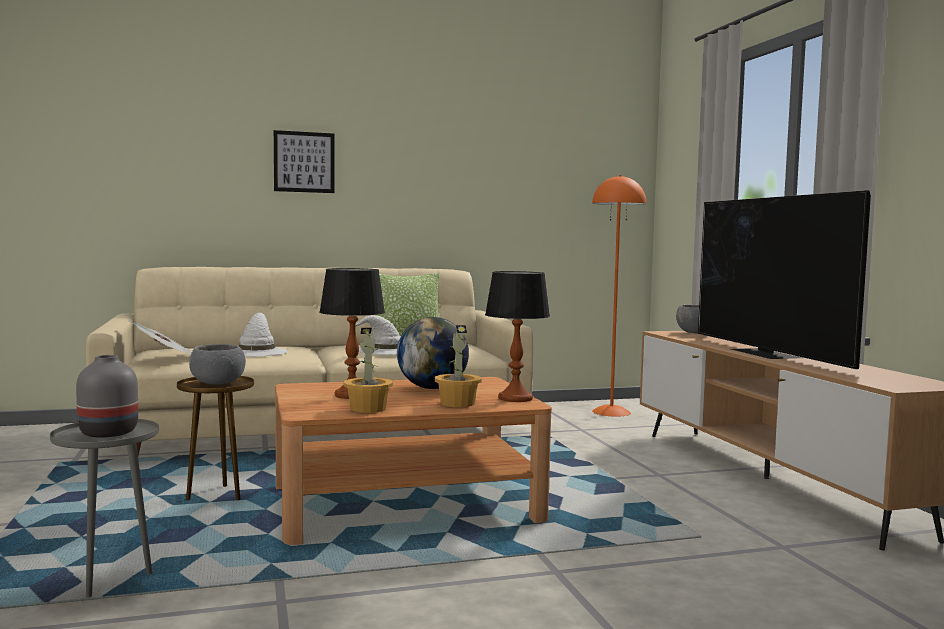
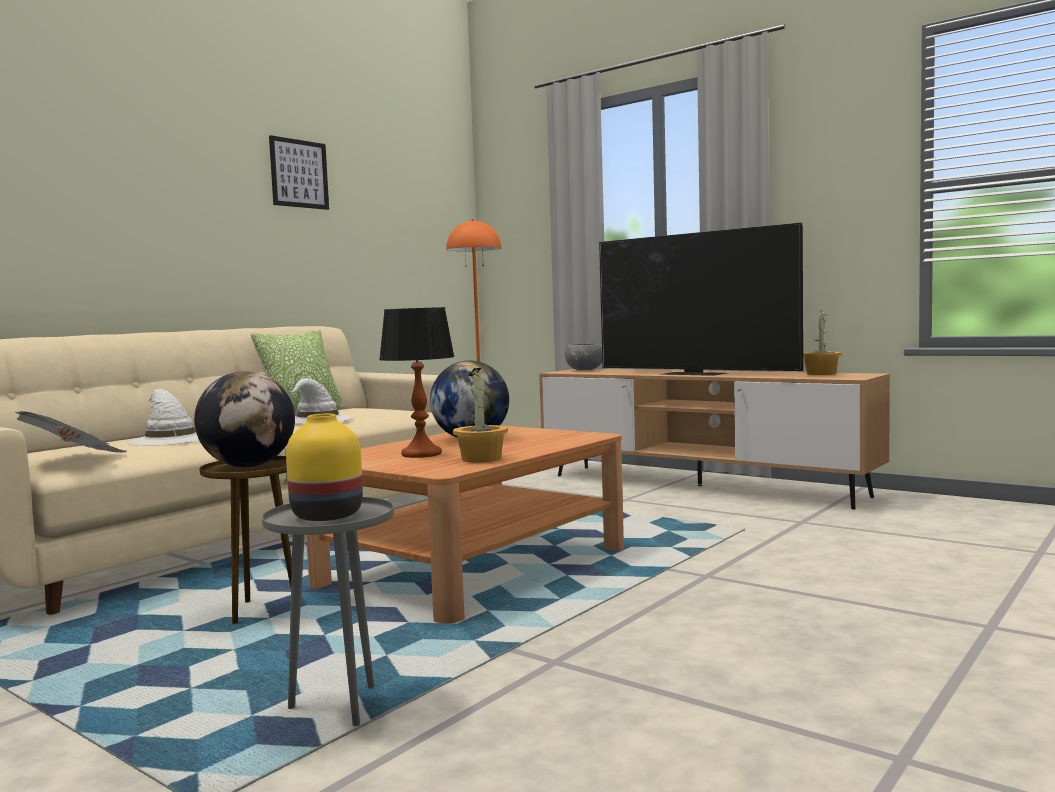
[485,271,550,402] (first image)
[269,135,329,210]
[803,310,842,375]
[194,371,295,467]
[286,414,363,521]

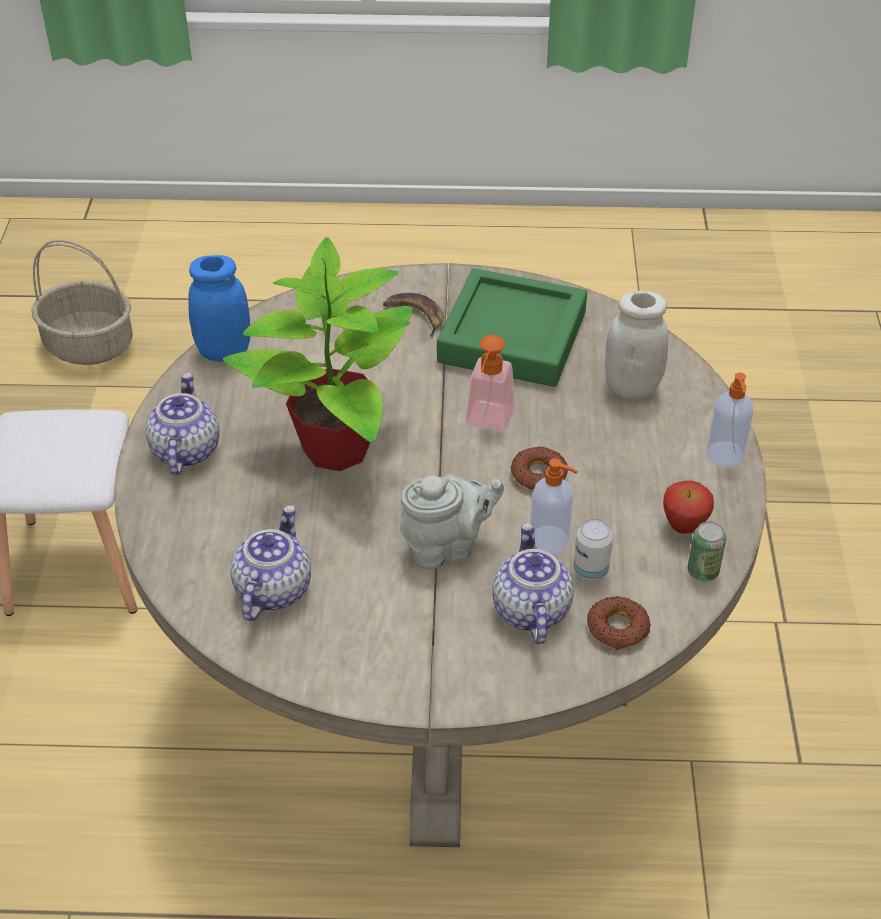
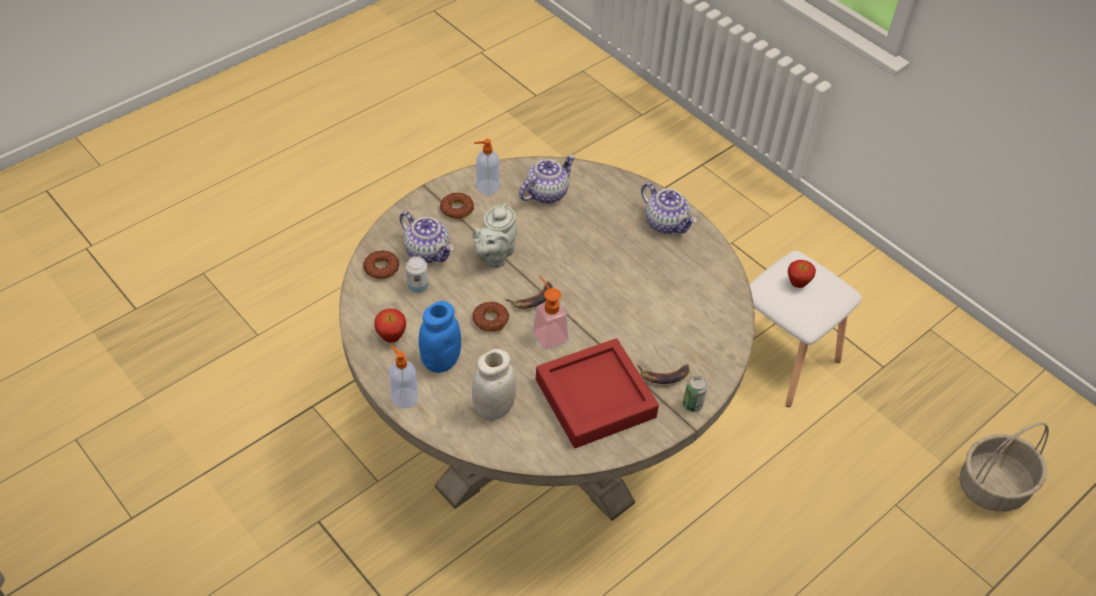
[223,237,413,471] (first image)
[440,192,474,219]
[505,281,553,309]
[788,260,816,288]
[419,301,461,373]
[474,139,499,194]
[683,376,707,412]
[536,339,659,448]
[519,155,576,204]

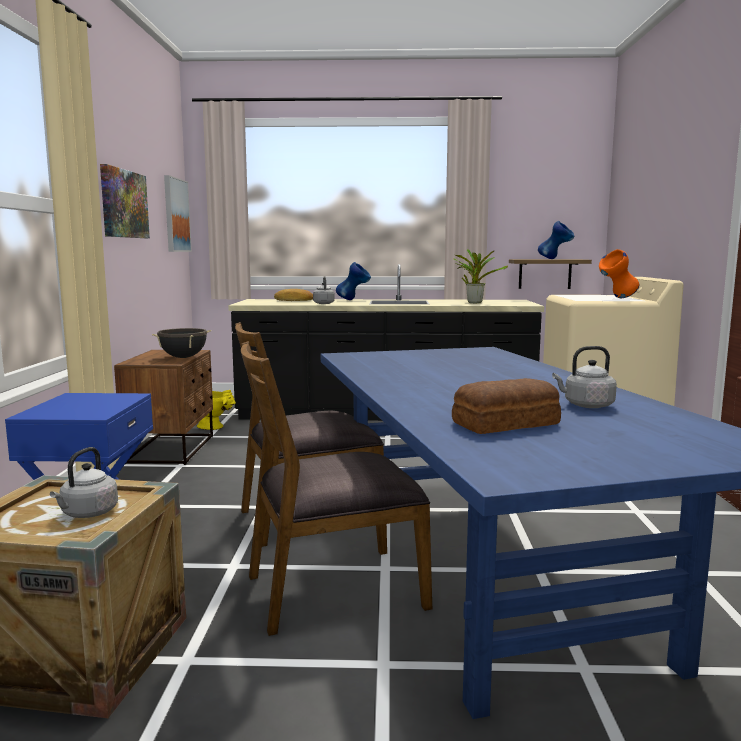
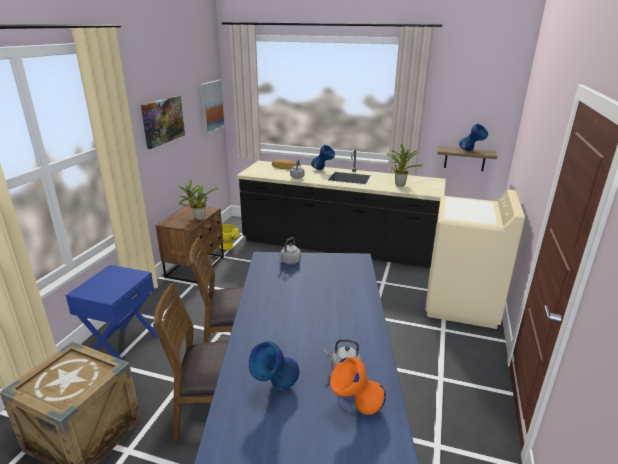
[279,237,301,264]
[330,357,386,415]
[177,180,218,220]
[249,341,299,389]

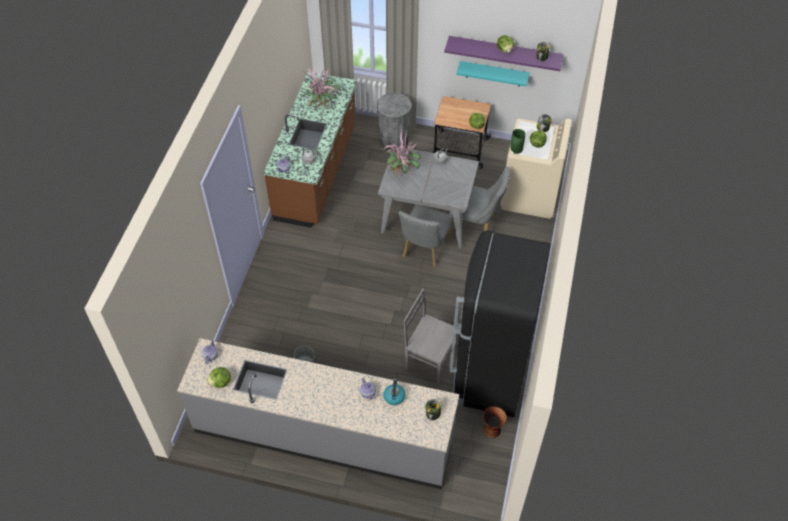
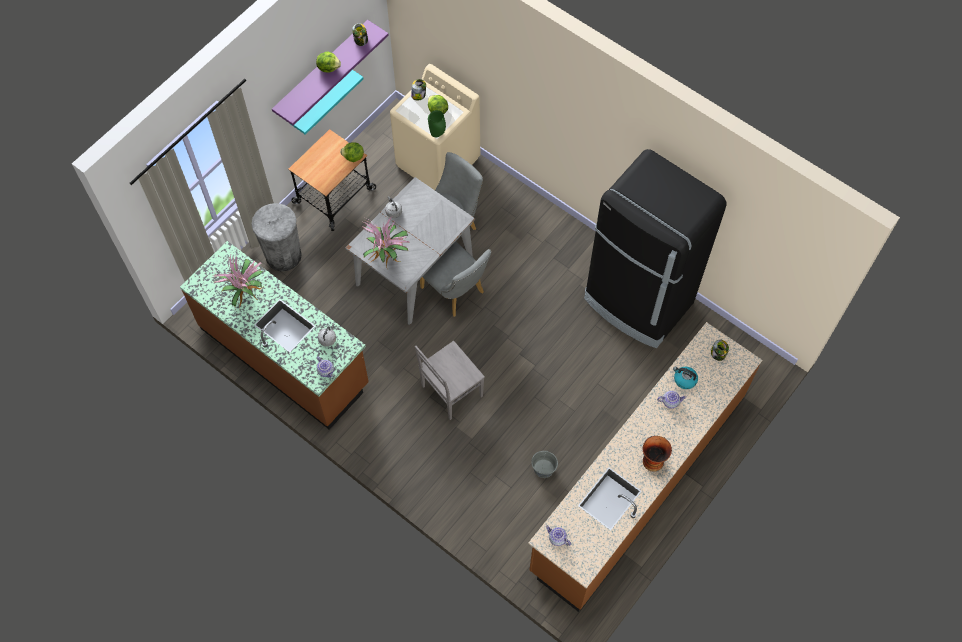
[206,367,231,388] (first image)
[415,341,485,420]
[642,436,672,472]
[528,322,762,612]

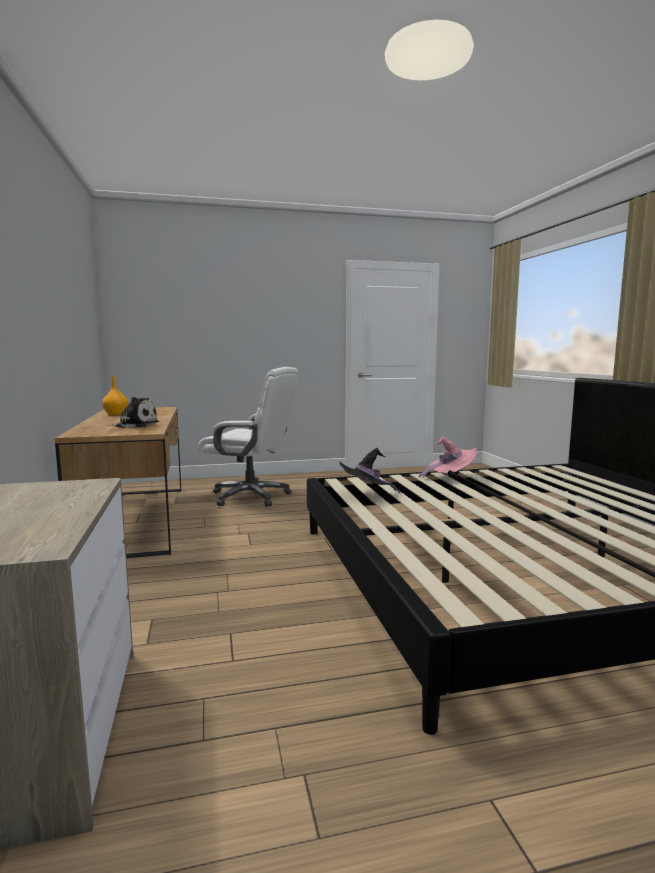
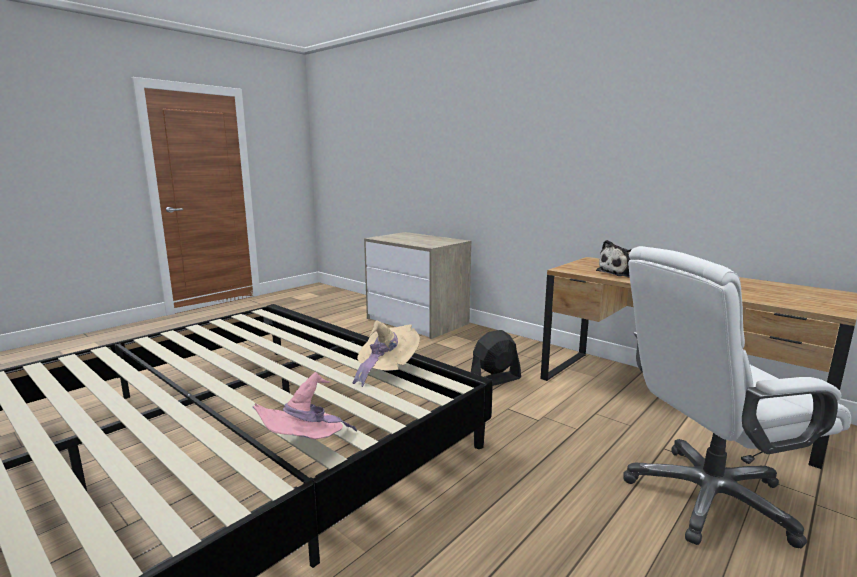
[102,376,128,415] (first image)
[471,330,521,386]
[353,321,420,387]

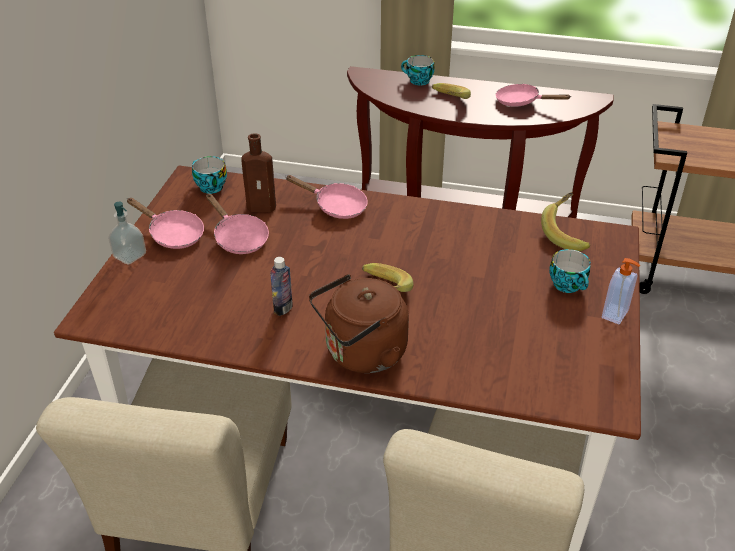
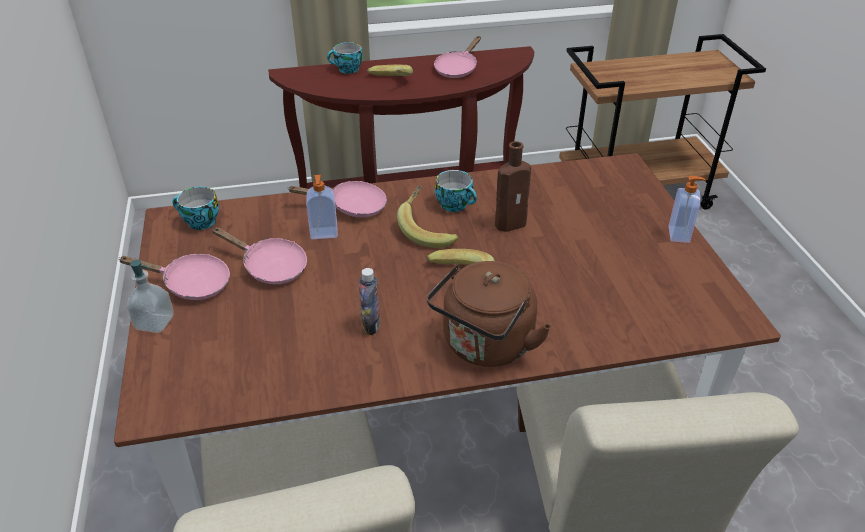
[306,175,338,239]
[495,141,531,232]
[397,185,458,248]
[435,170,477,212]
[434,36,481,78]

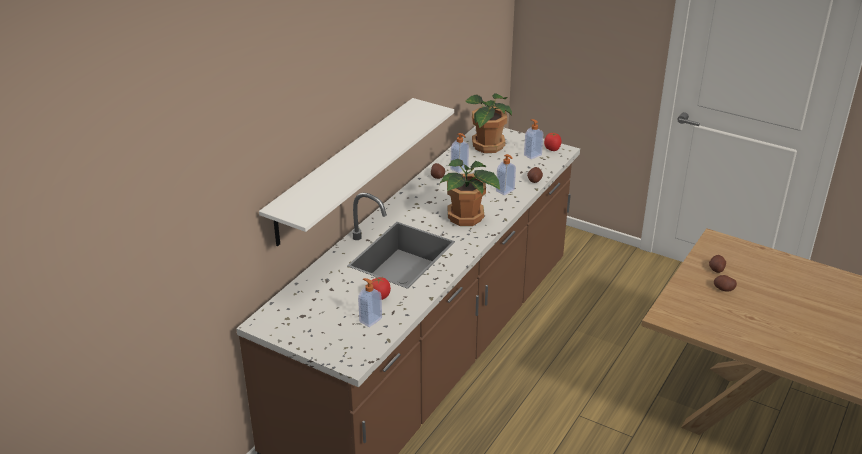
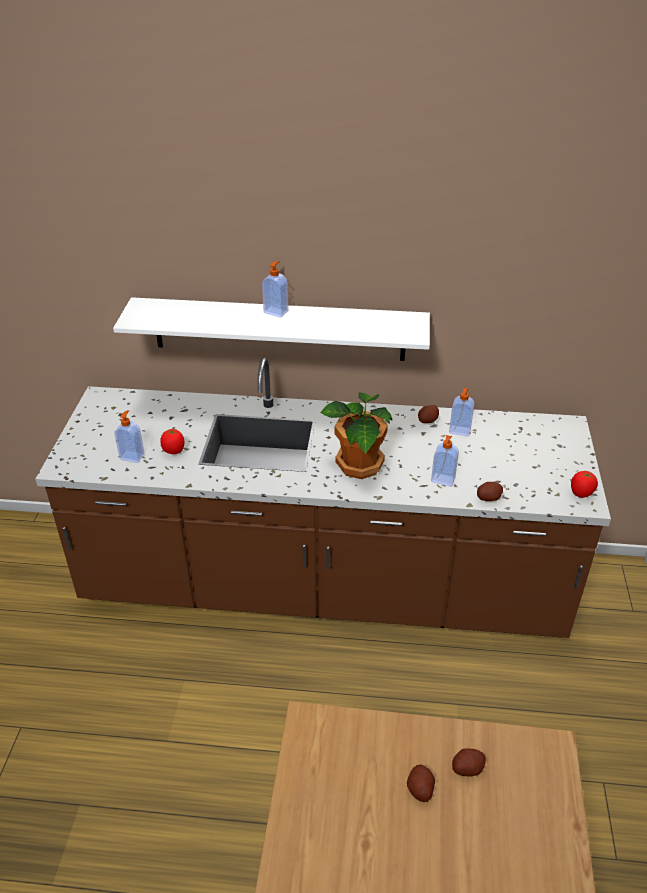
[466,93,512,153] (first image)
[262,261,288,318]

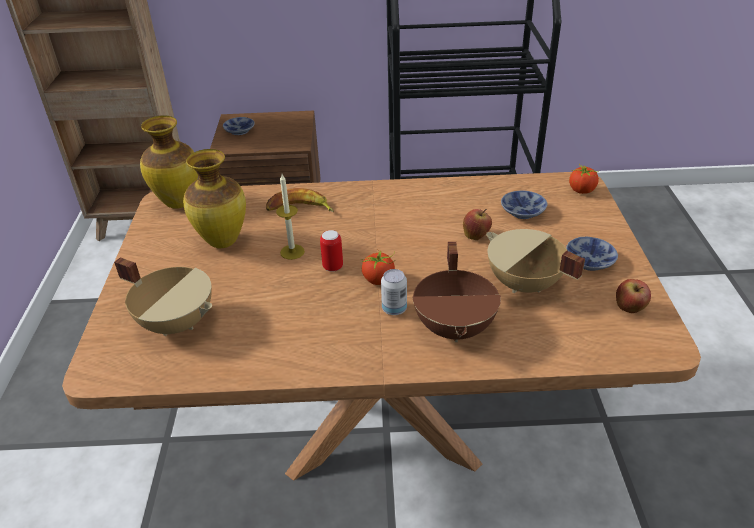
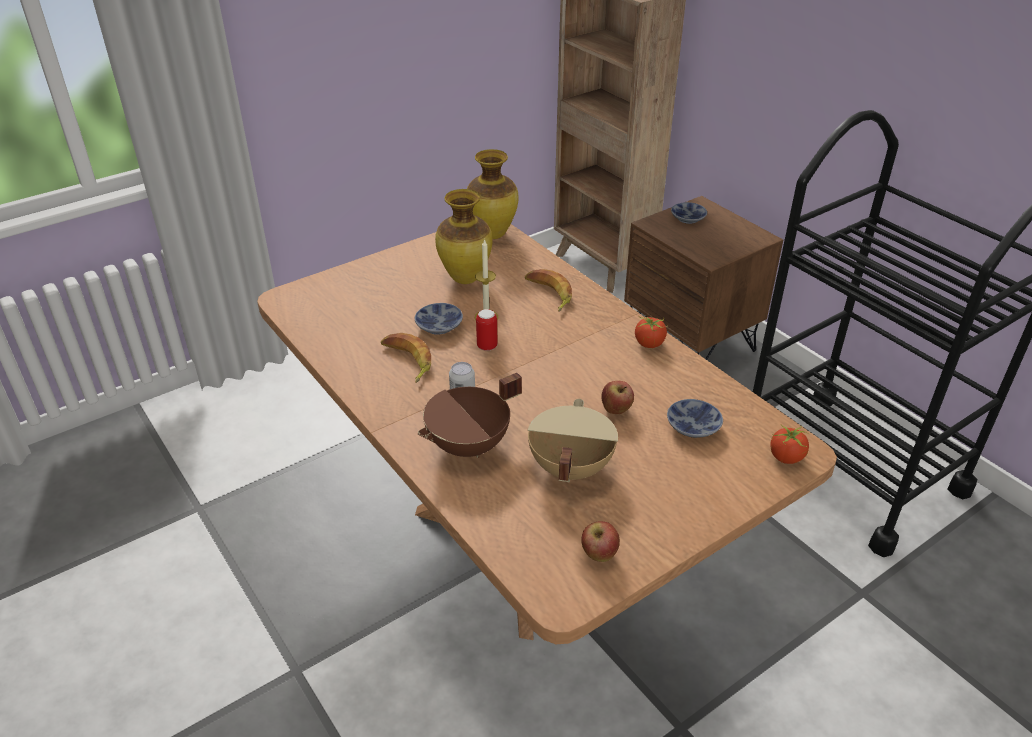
[114,257,212,336] (first image)
[381,333,431,383]
[635,316,667,348]
[415,303,463,335]

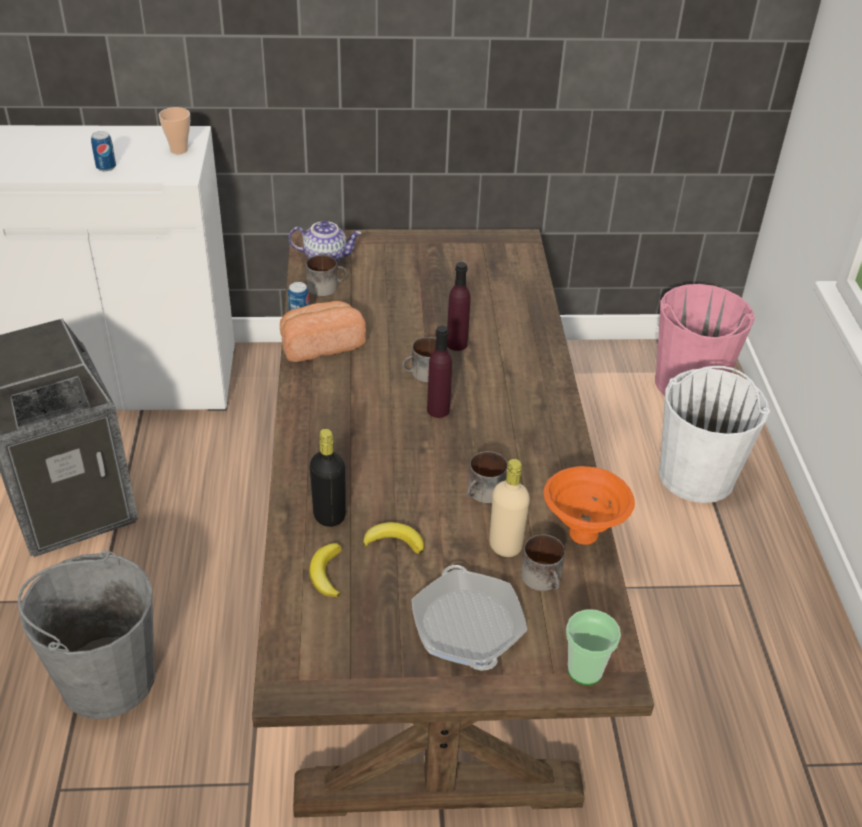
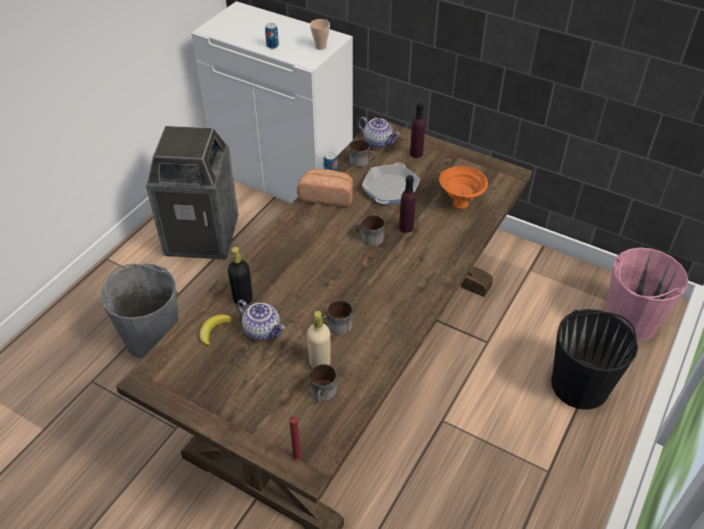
[362,163,420,205]
[410,103,425,158]
[439,166,488,209]
[236,300,285,341]
[289,408,302,461]
[551,309,638,410]

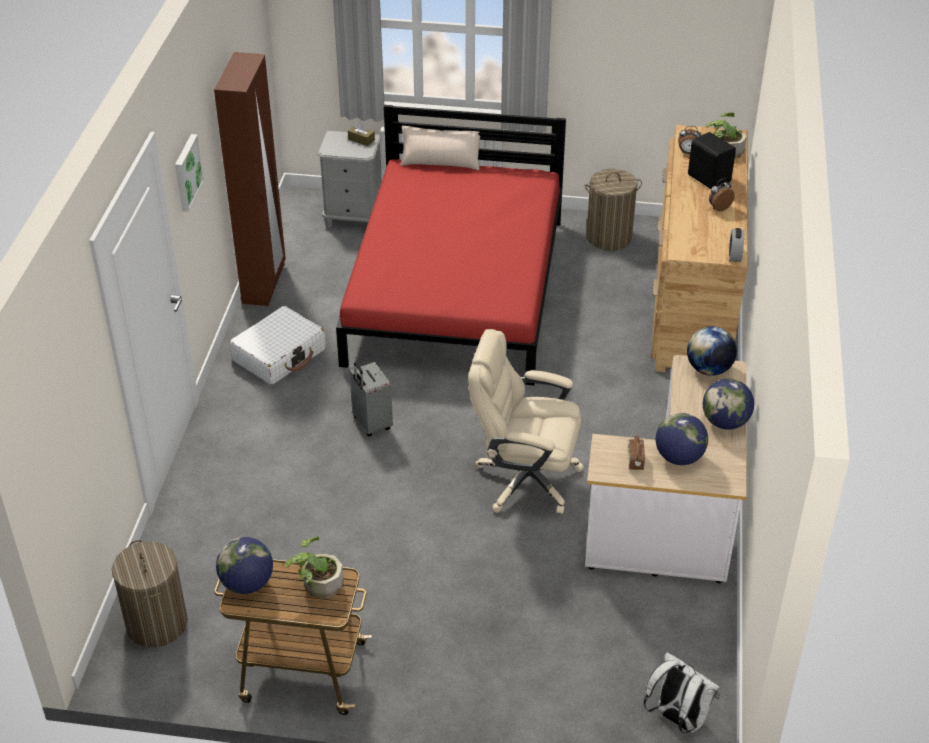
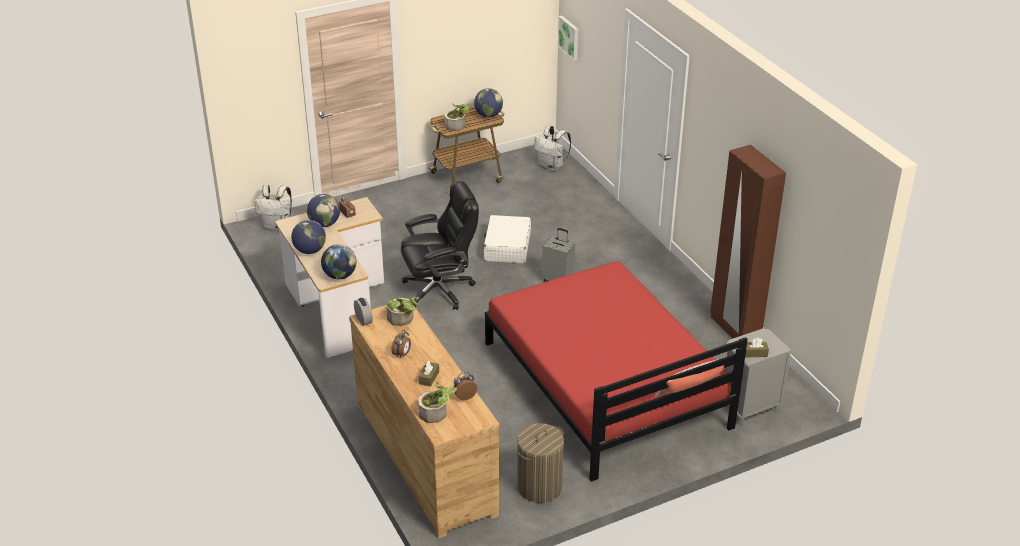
[387,297,419,326]
[558,16,578,60]
[483,215,531,263]
[534,125,571,171]
[418,361,439,387]
[401,181,479,310]

